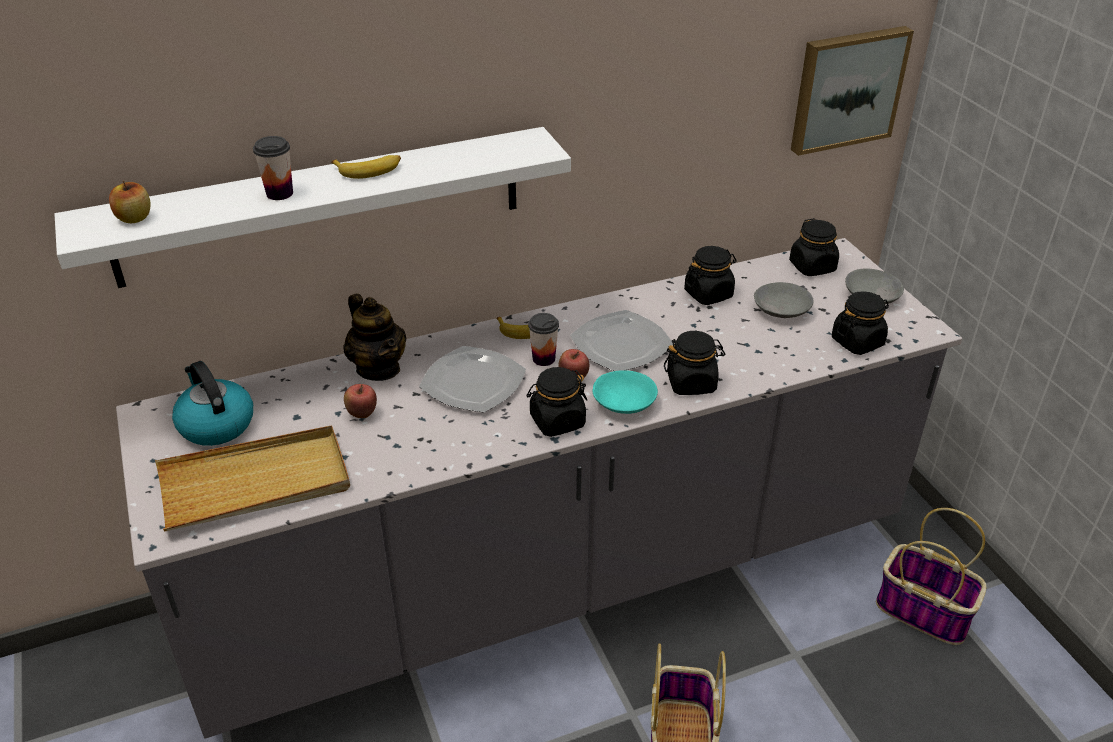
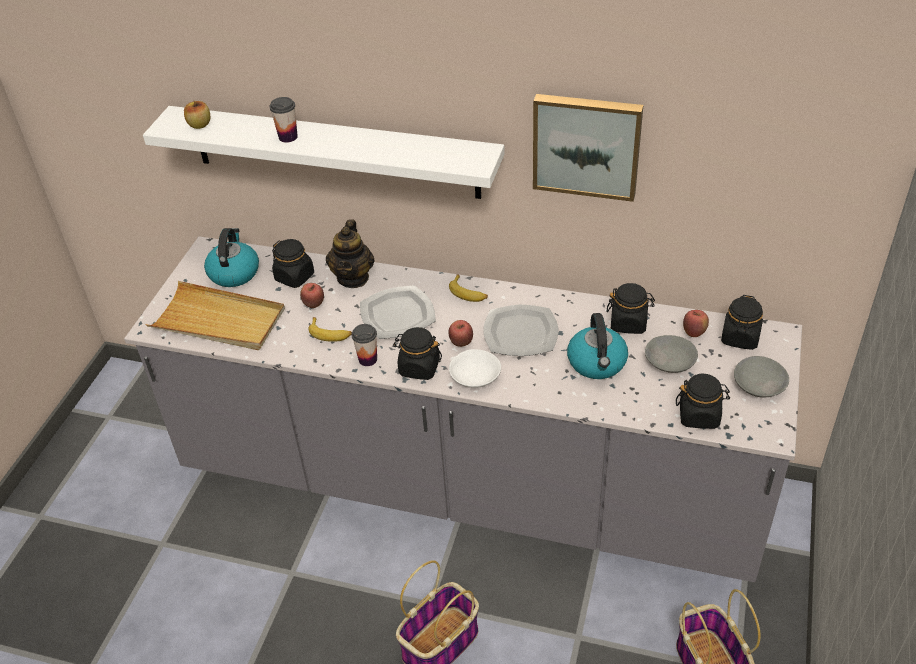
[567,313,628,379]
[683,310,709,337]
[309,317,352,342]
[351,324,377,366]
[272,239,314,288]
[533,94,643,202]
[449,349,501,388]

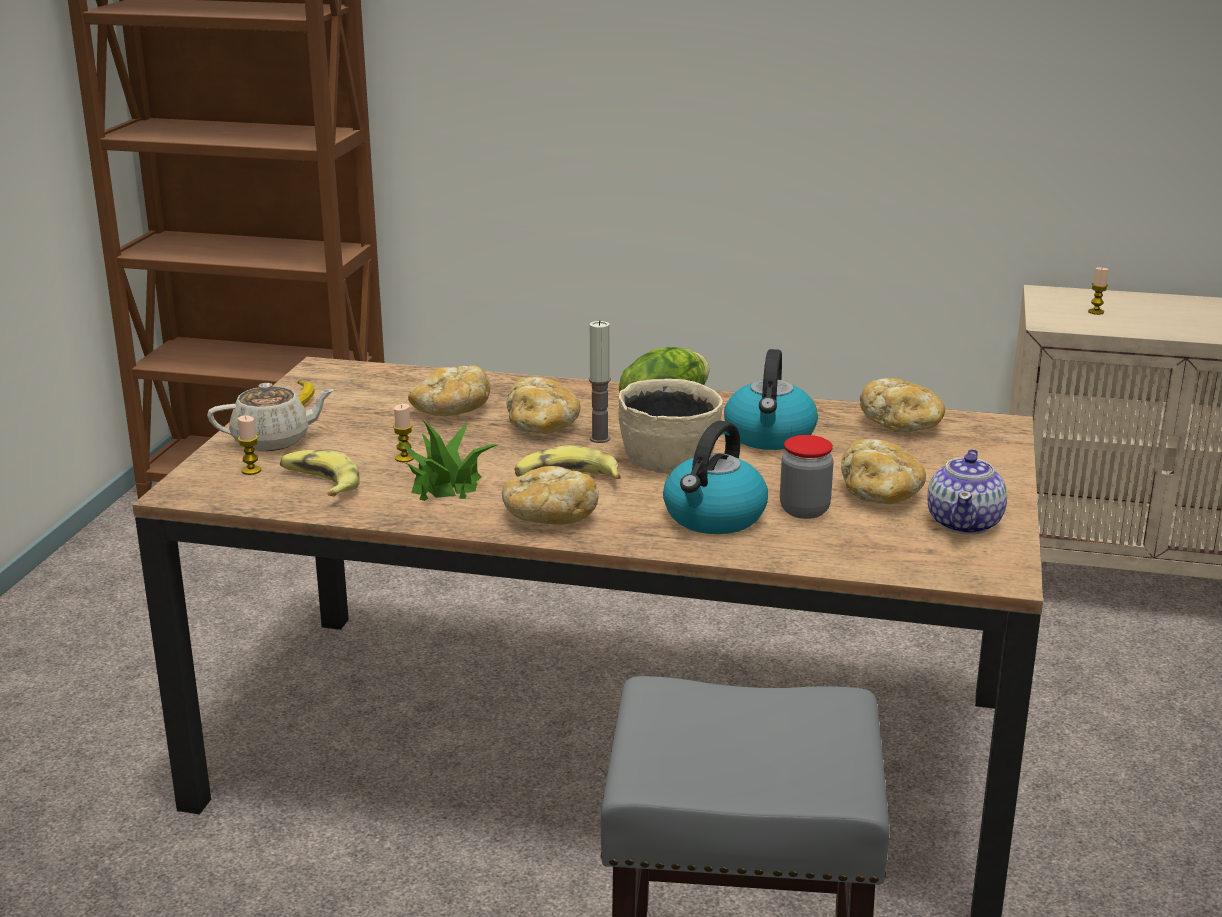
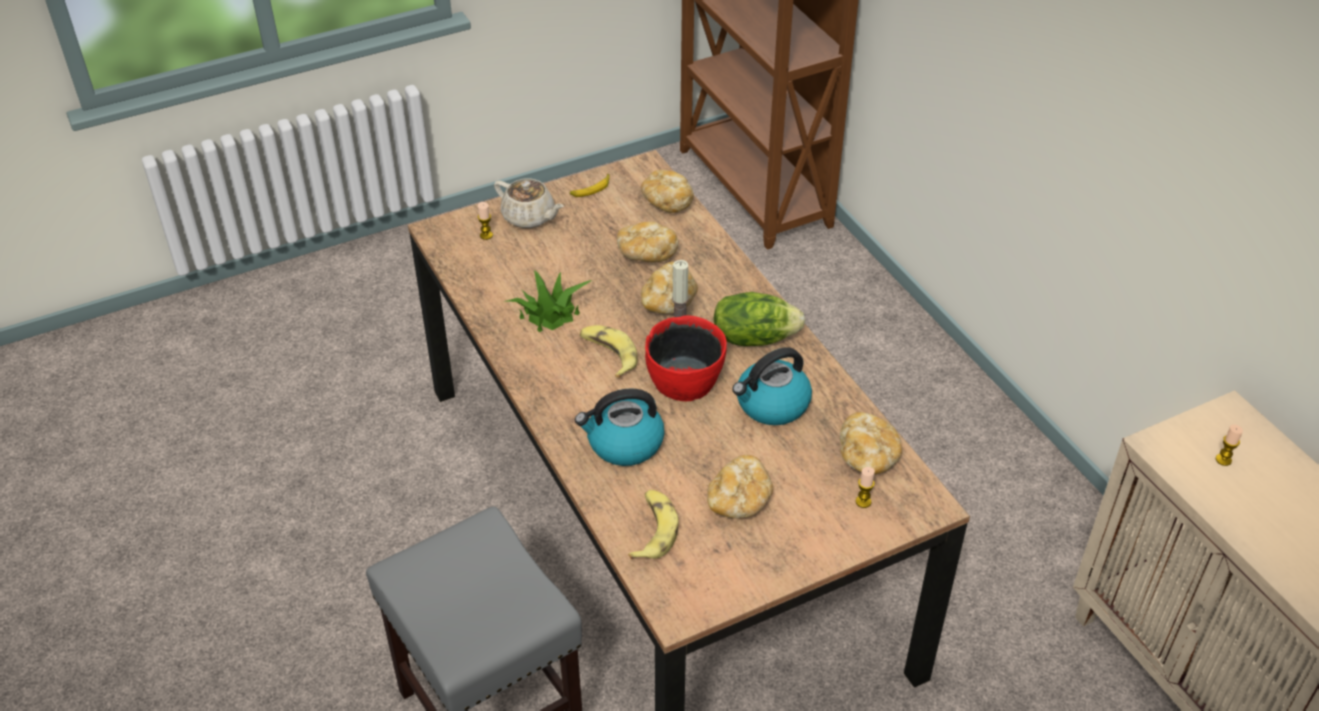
[780,435,834,519] (first image)
[928,449,1007,535] (first image)
[628,490,679,559]
[856,467,875,508]
[641,170,694,213]
[645,315,727,401]

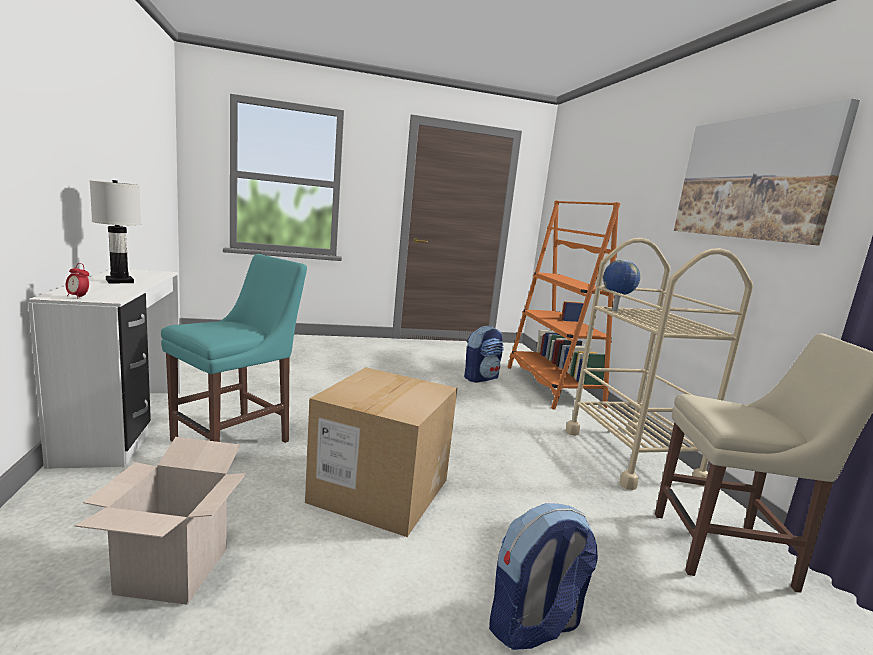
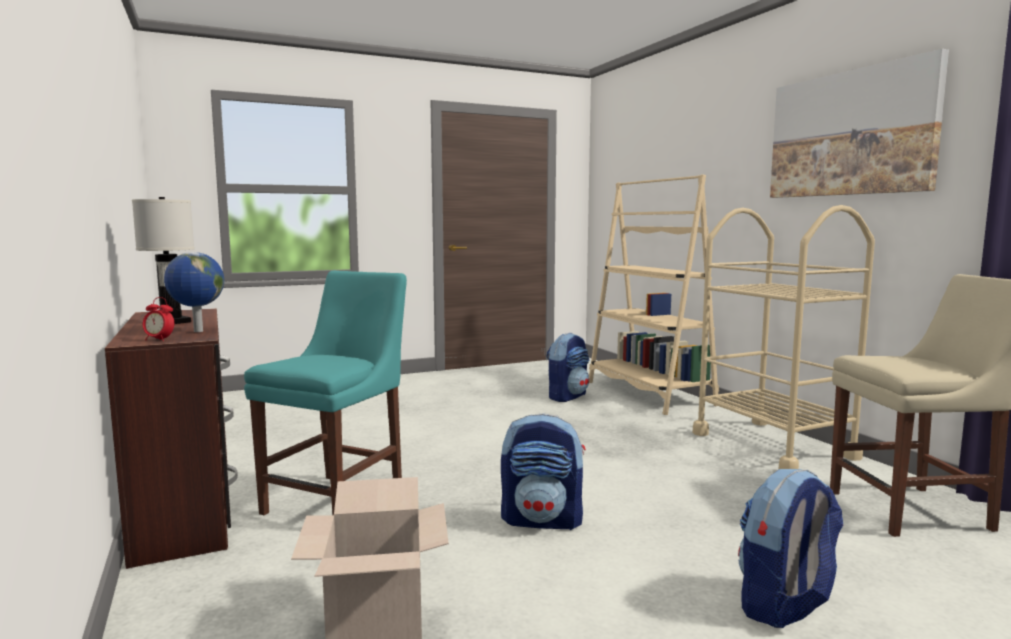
[164,252,224,332]
[501,413,586,530]
[105,308,238,569]
[589,174,719,415]

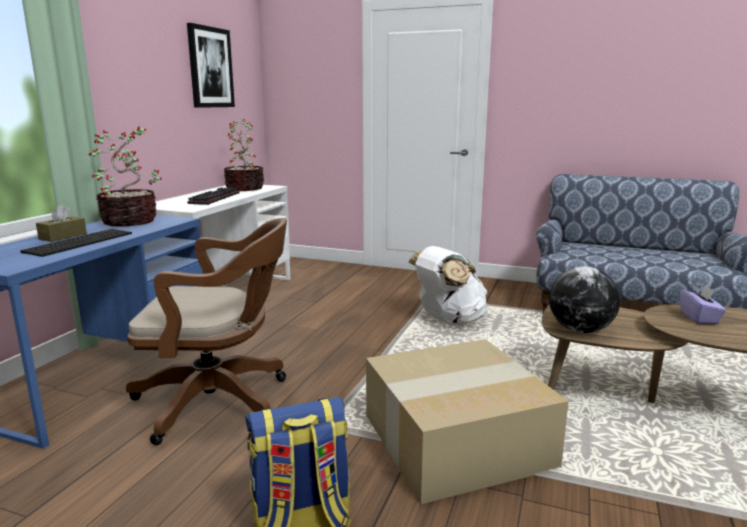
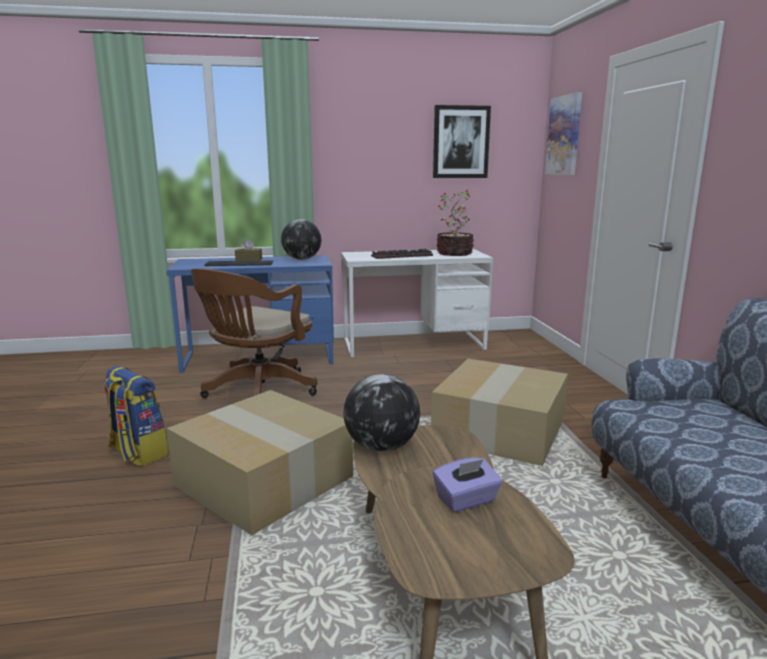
[545,92,582,175]
[281,219,321,260]
[431,359,568,466]
[191,268,317,398]

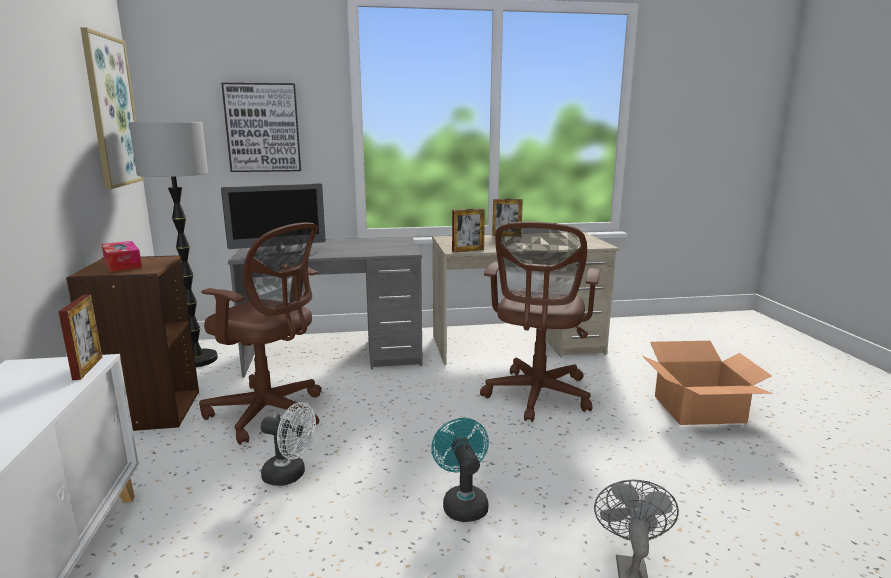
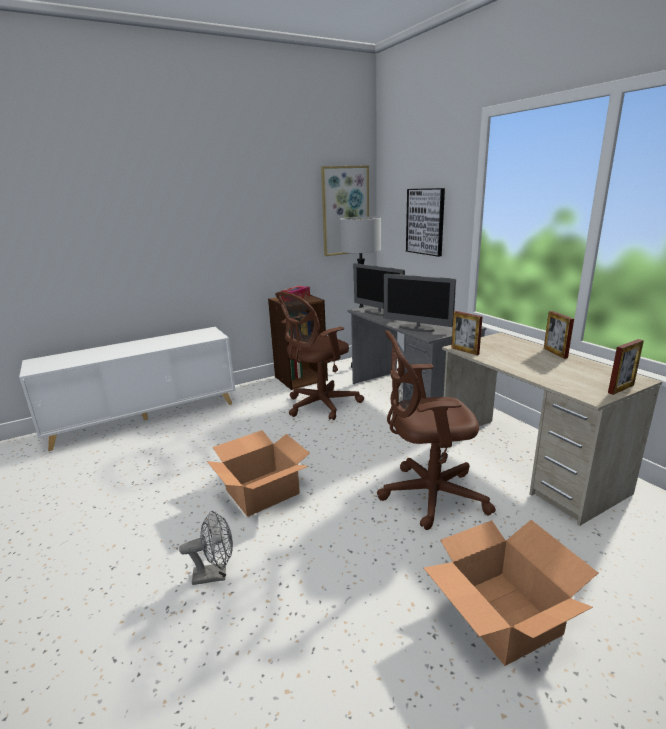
[261,402,316,486] (first image)
[383,274,456,332]
[608,339,644,395]
[207,430,310,517]
[275,292,364,420]

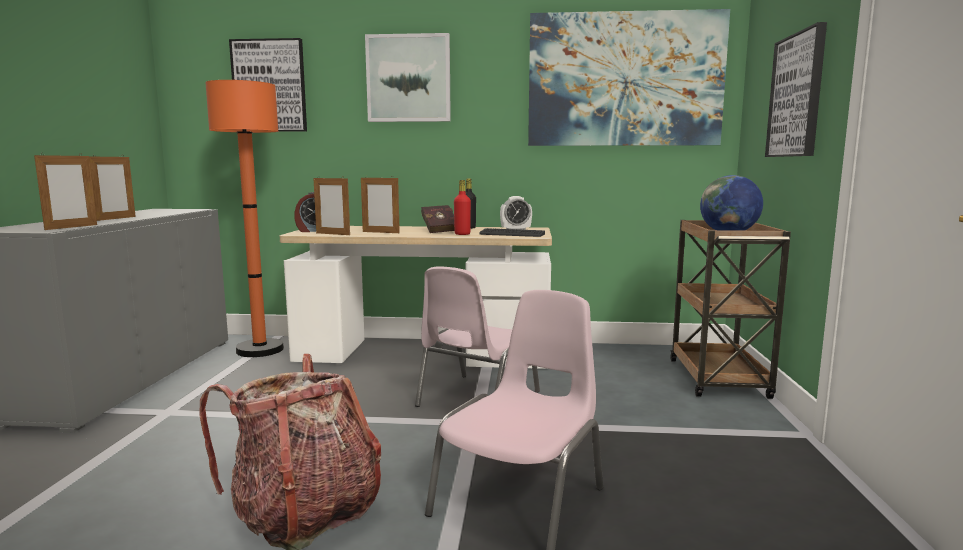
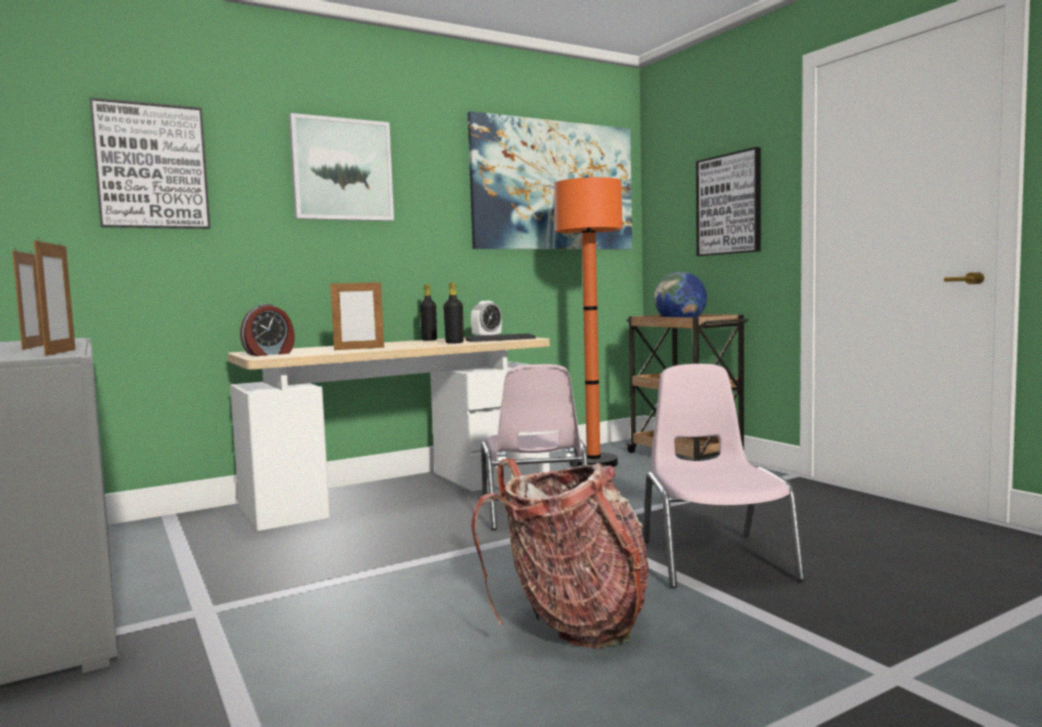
[313,176,350,235] (first image)
[421,205,454,233] (first image)
[554,177,623,467]
[443,283,464,344]

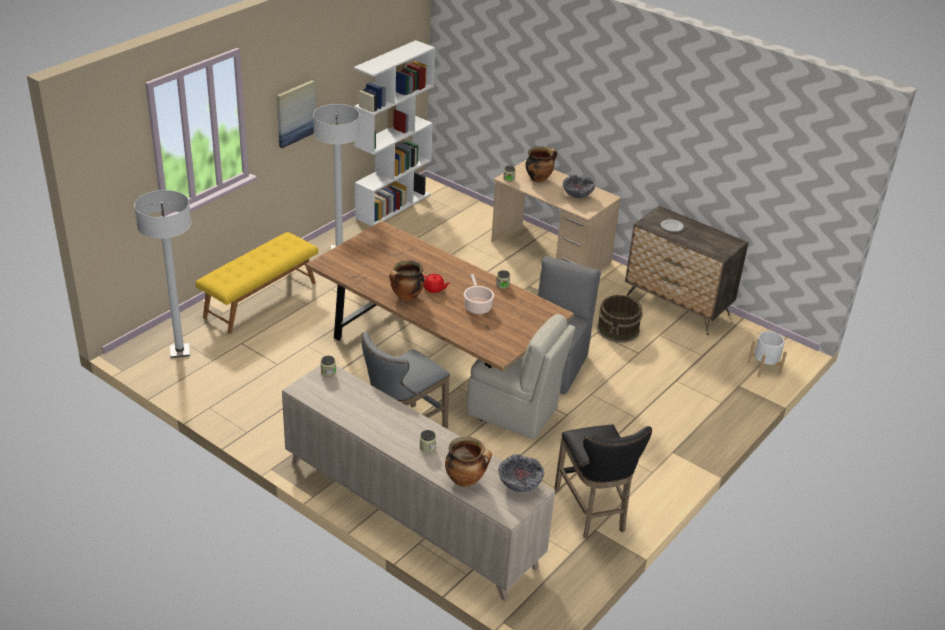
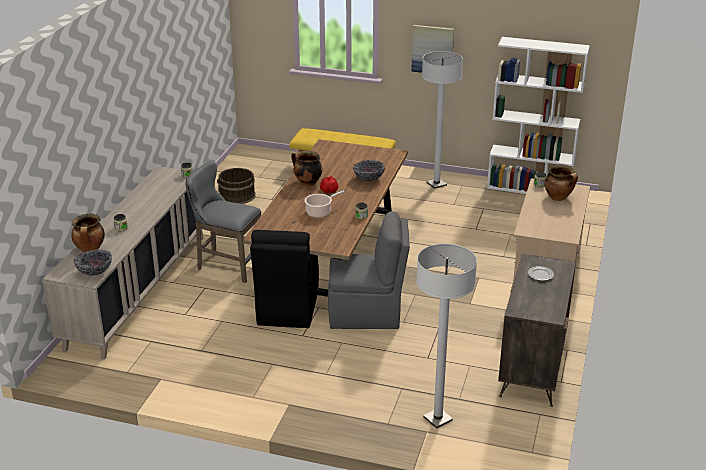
[554,424,652,539] (first image)
[748,331,787,377] (first image)
[416,244,477,429]
[353,160,385,181]
[217,168,256,204]
[250,230,319,328]

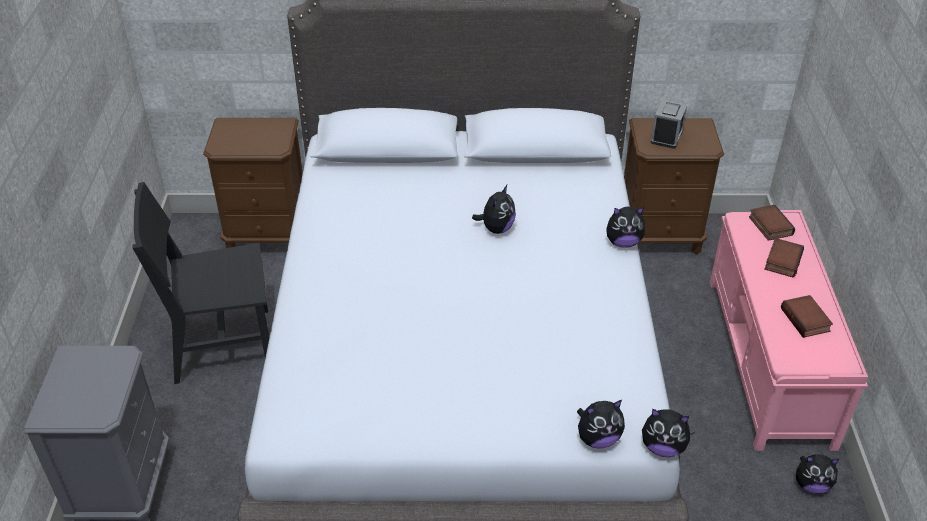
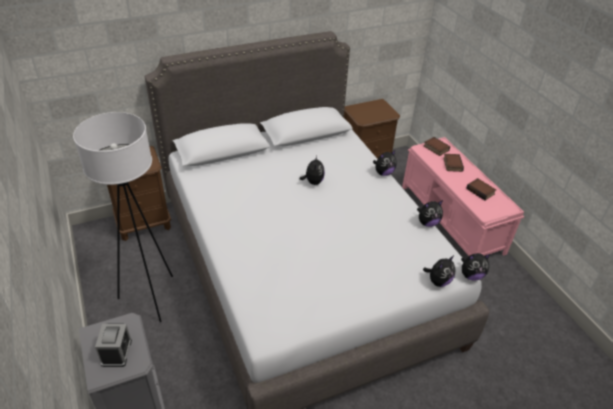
[95,323,132,367]
[417,200,443,227]
[73,112,173,322]

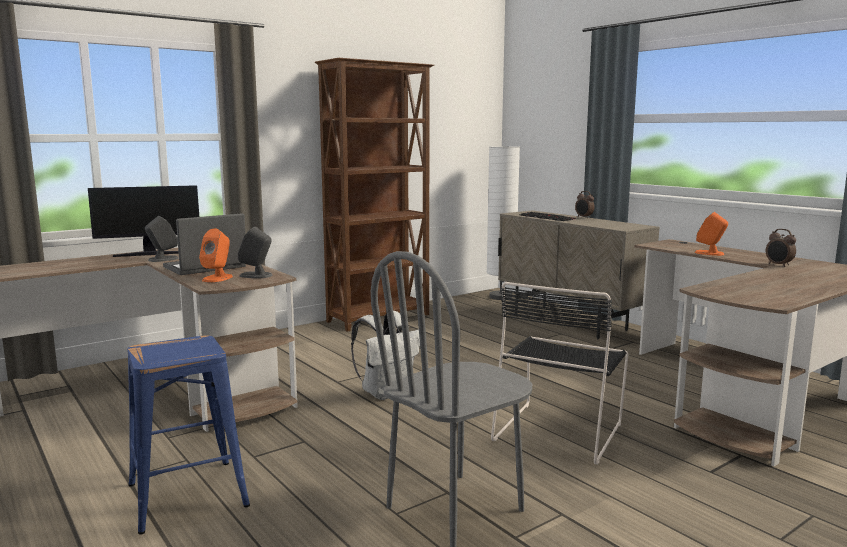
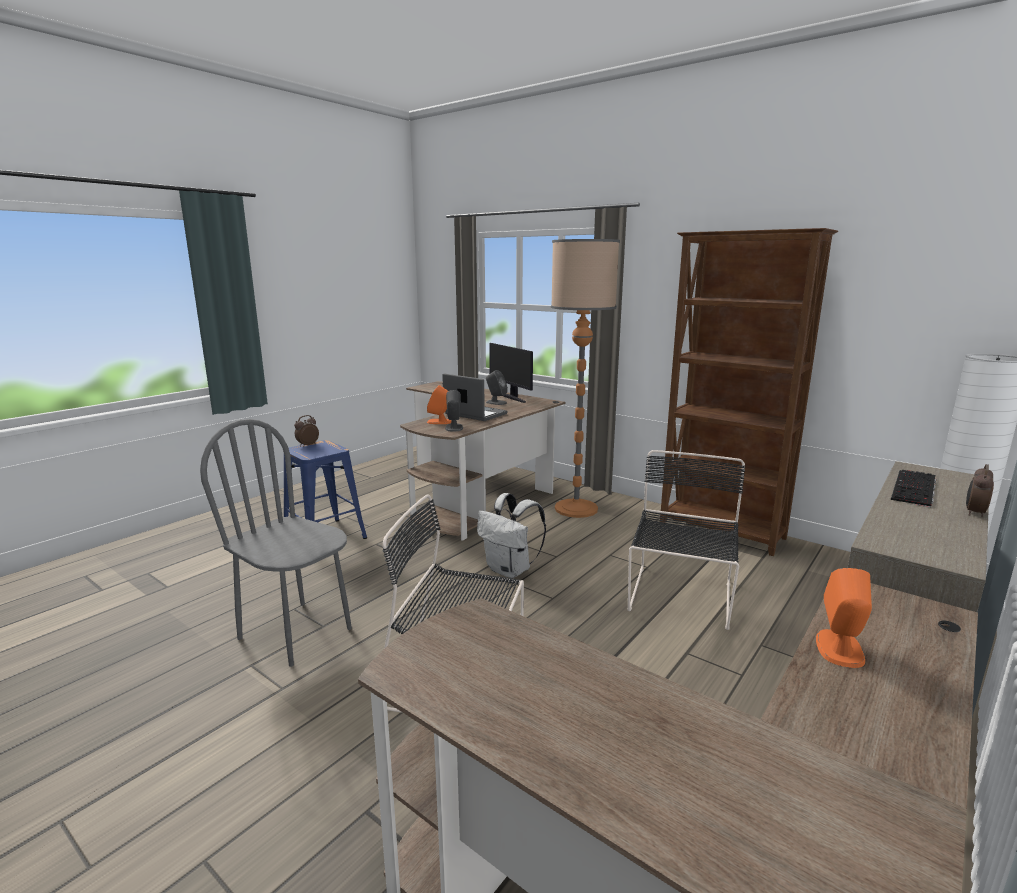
[551,239,620,518]
[628,450,746,630]
[294,415,319,447]

